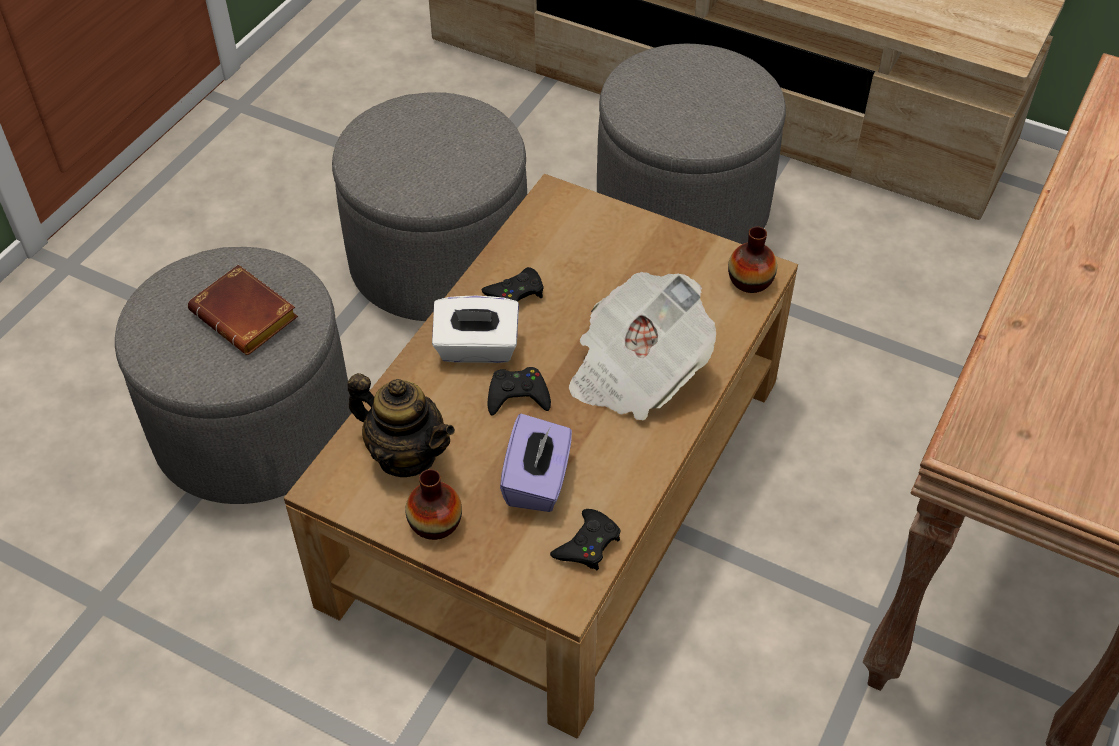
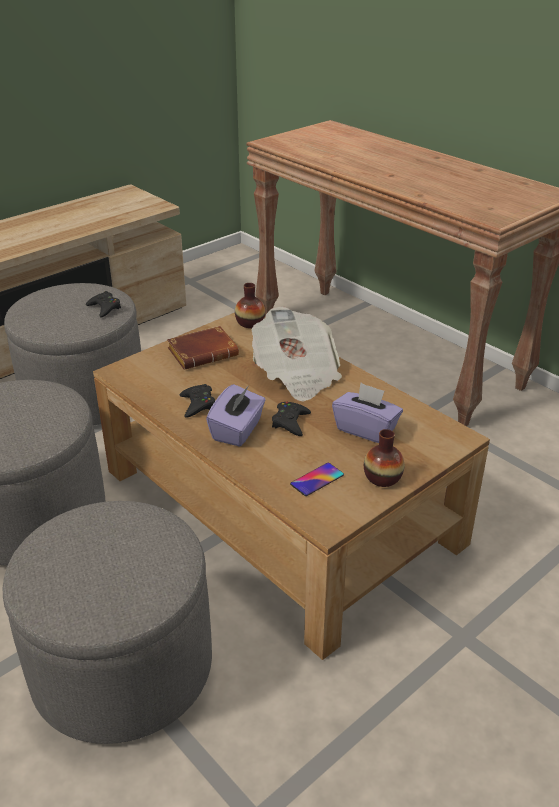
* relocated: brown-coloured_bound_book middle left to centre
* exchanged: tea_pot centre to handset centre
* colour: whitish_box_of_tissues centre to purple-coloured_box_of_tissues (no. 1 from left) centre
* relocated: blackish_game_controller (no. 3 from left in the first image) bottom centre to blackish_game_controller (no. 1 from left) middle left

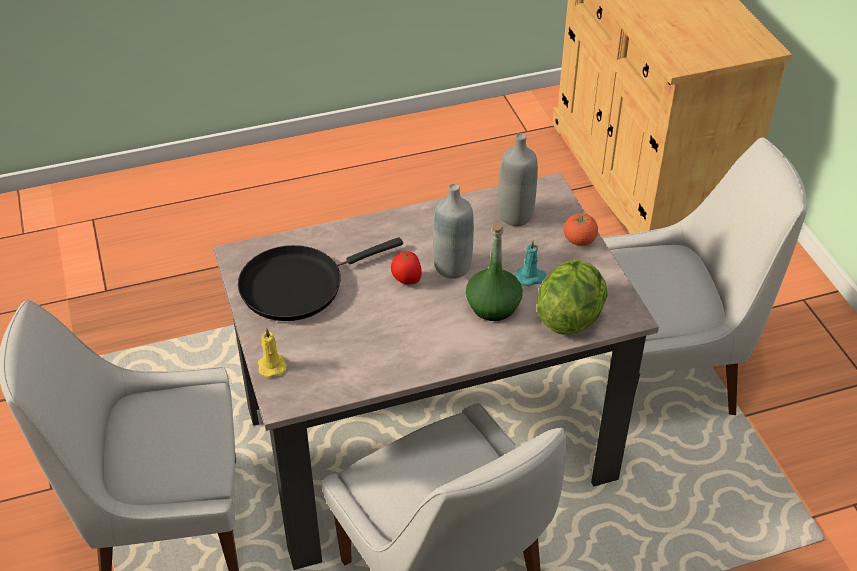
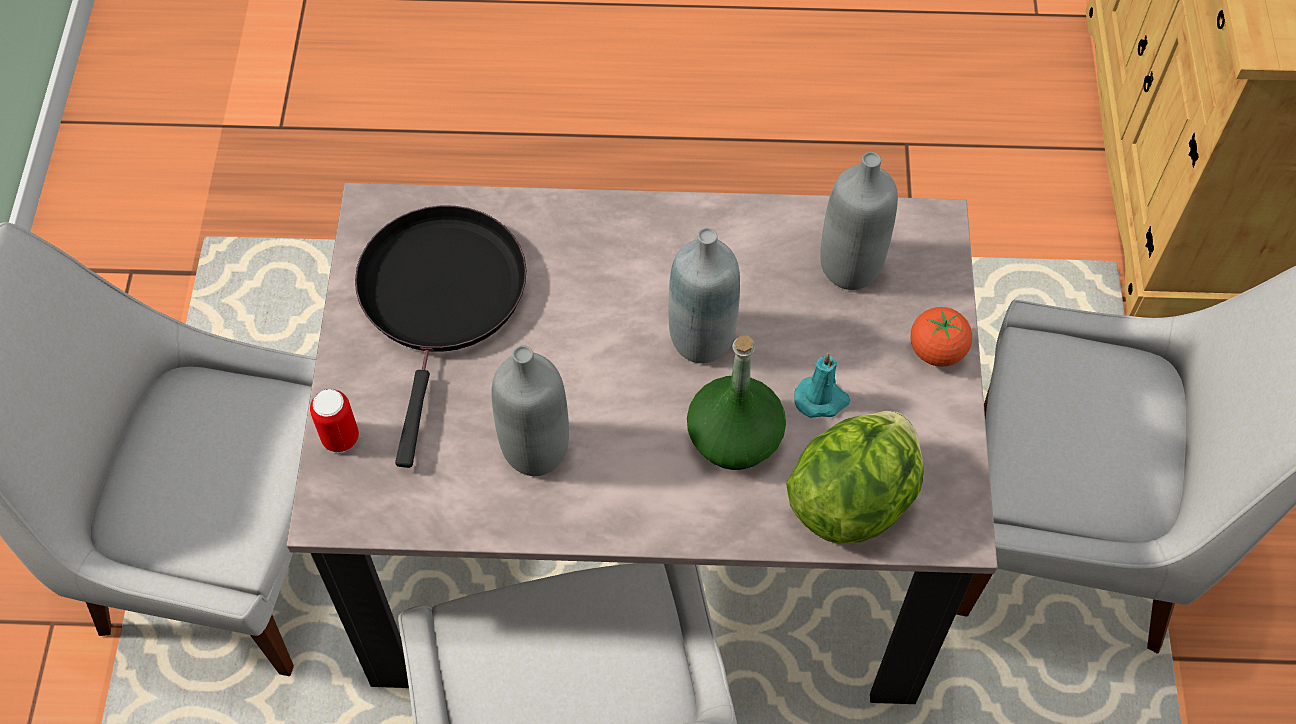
* spun: blackish_frying_pan centre = centre 105 degrees clockwise
* exchanged: yellow-coloured_wax_candle middle left to sealed_can middle left
* missing: tomato (no. 1 from left) centre
* appeared: grey_drink_bottle (no. 1 from left) centre

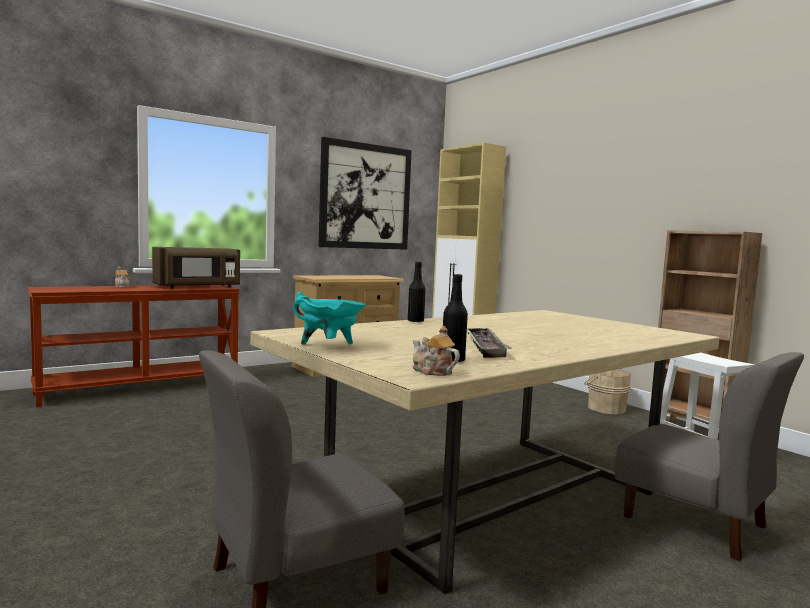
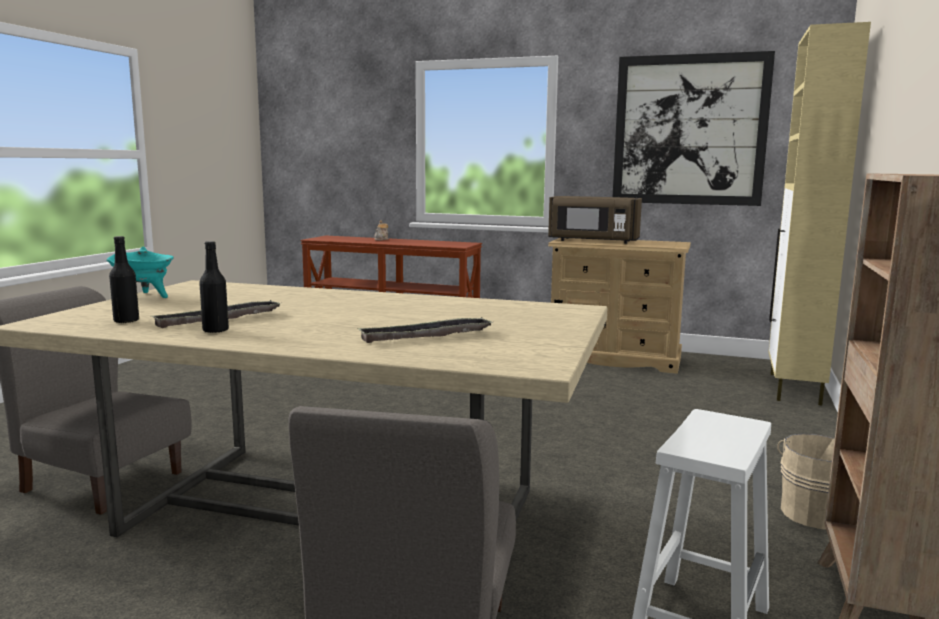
* relocated: brown-coloured_microwave_oven middle left to centre
* relocated: blackish_drink_bottle (no. 1 from left in the first image) centre to blackish_drink_bottle (no. 2 from left) middle left
* missing: tea_pot (no. 2 from left) centre
* appeared: carrying_tray (no. 2 from left) centre

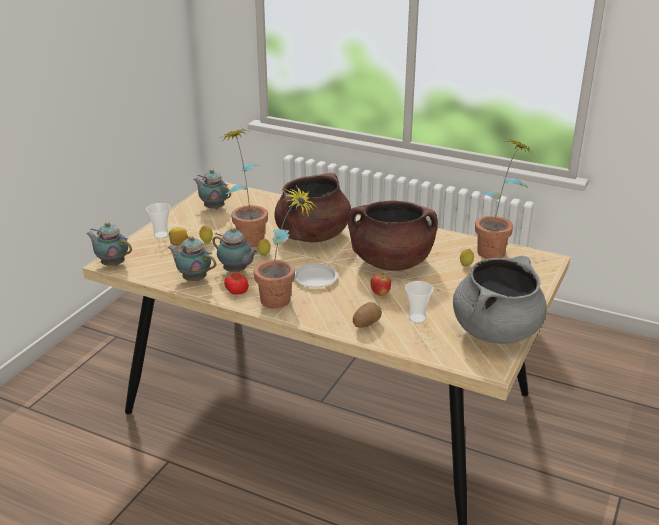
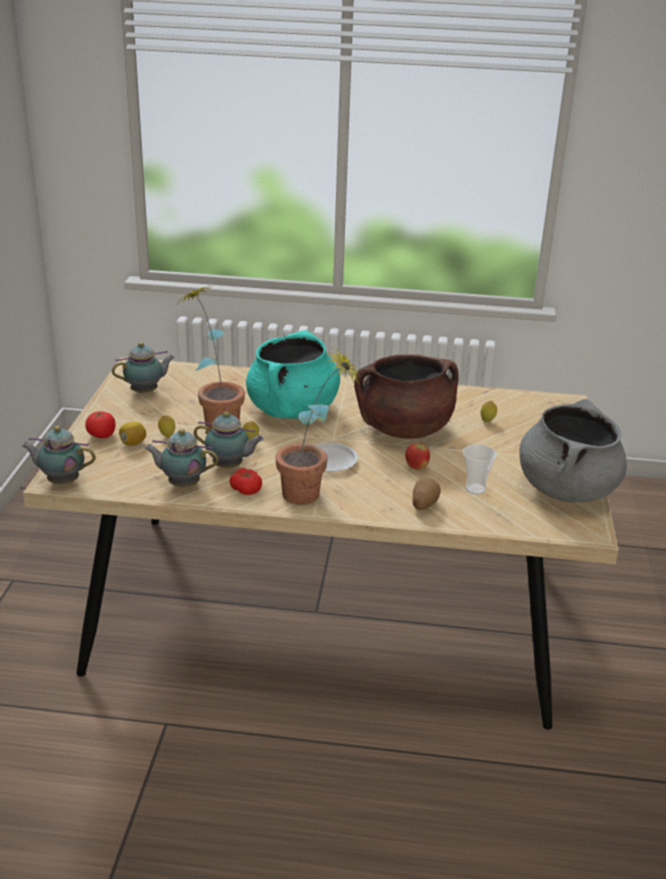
* exchanged: small_cup (no. 1 from left) middle left to tomato (no. 1 from left) middle left
* spun: tea_pot (no. 3 from left in the first image) middle left = middle left 135 degrees clockwise
* colour: brown-coloured_saucepot (no. 1 from left) centre to turquoise-coloured_saucepot centre
* missing: potted_plant (no. 3 from left) middle right

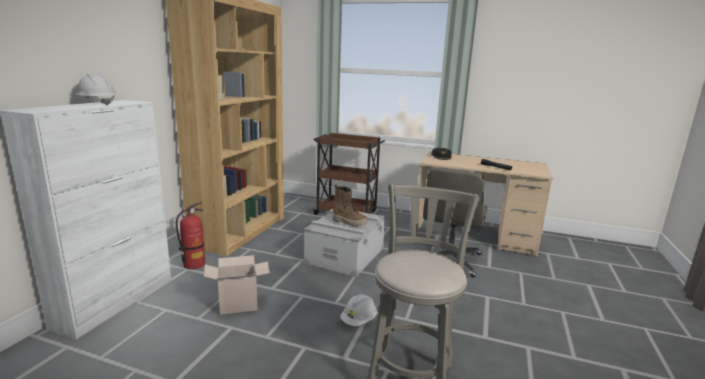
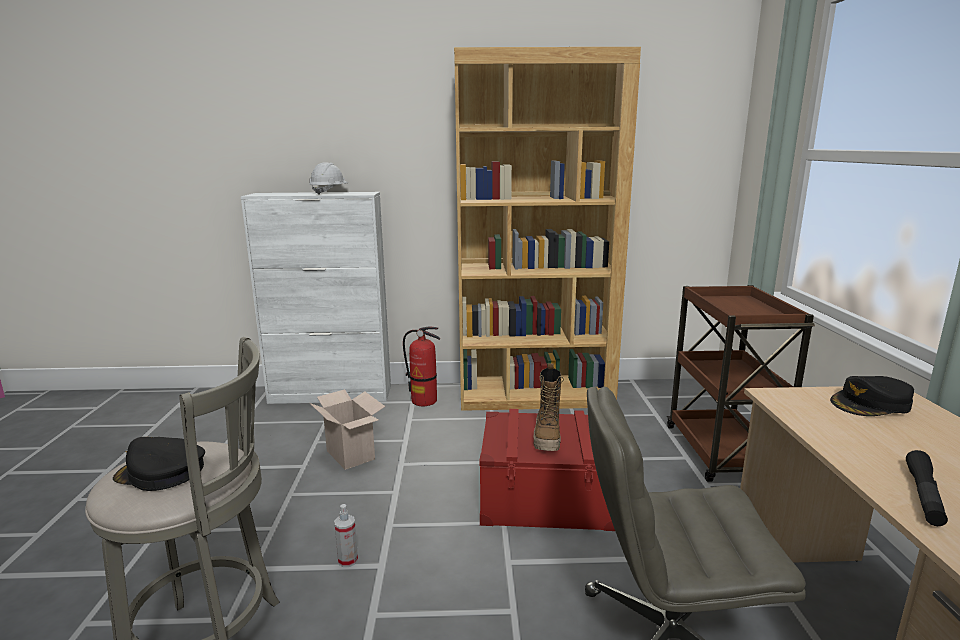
* colour: grey_storage_container centre to reddish_storage_container bottom centre
* exchanged: whitish_safety_helmet (no. 2 from left) bottom centre to hand_sprayer bottom centre
* appeared: blackish_peaked_cap (no. 1 from left) bottom left

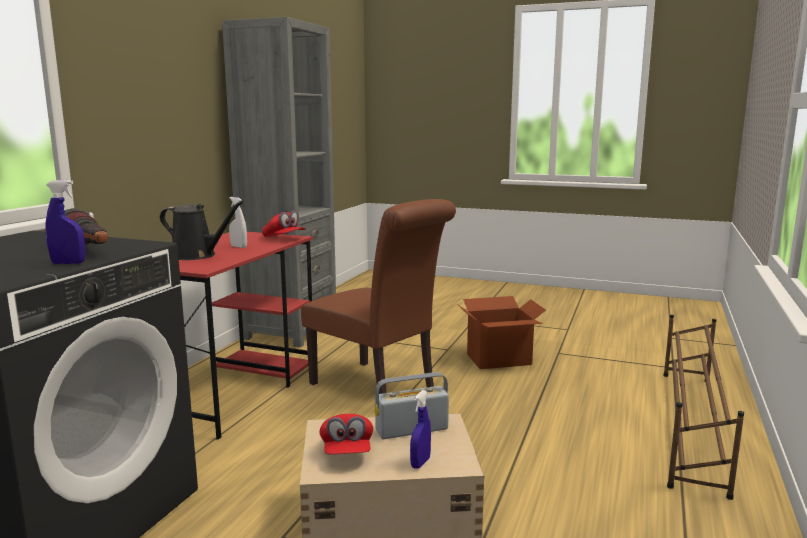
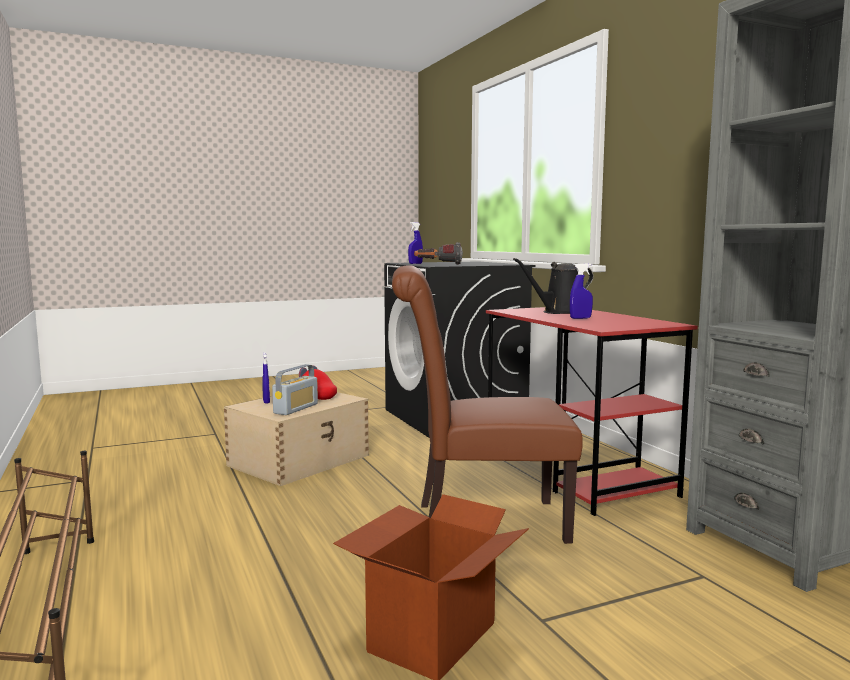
* colour: whitish_hand_sprayer middle left to blue_hand_sprayer (no. 3 from left) middle right
* missing: reddish_peaked_cap (no. 1 from left) centre

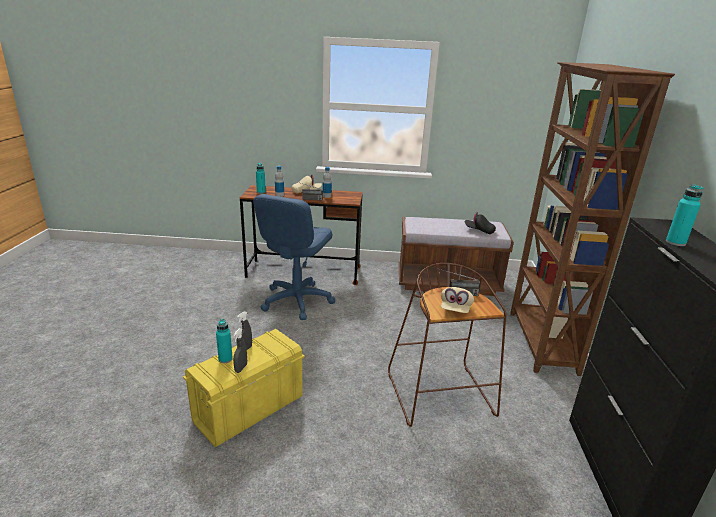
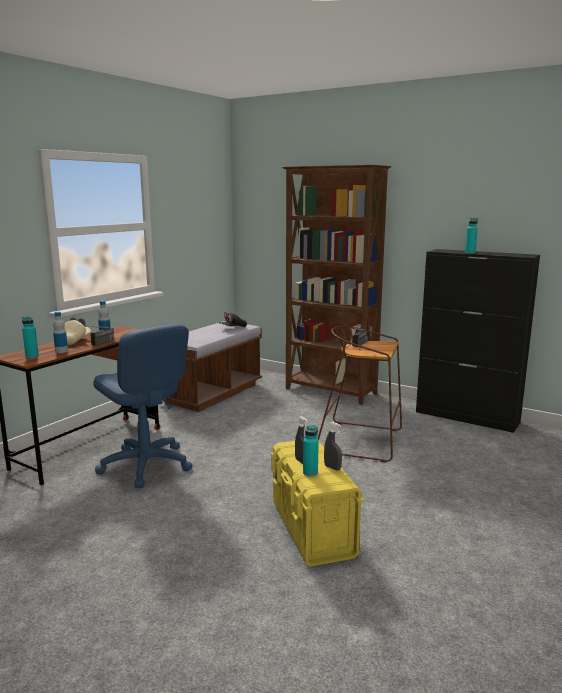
* missing: beige-coloured_peaked_cap (no. 2 from left) centre

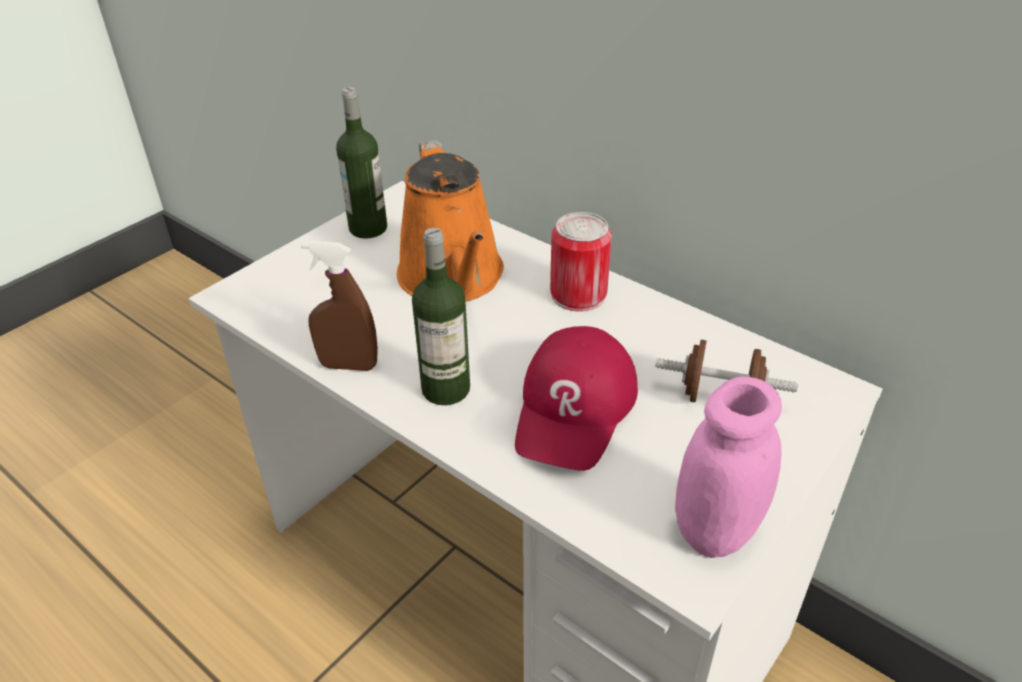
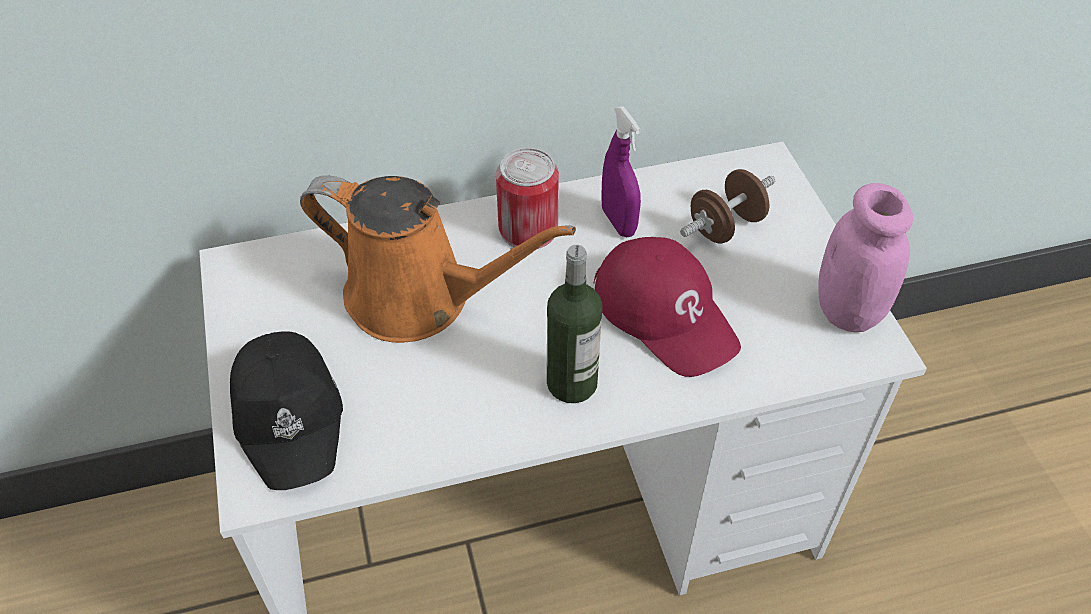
* missing: brown-coloured_hand_sprayer middle left
* missing: drink_bottle (no. 1 from left) top centre
* appeared: blackish_peaked_cap bottom left
* appeared: purple-coloured_hand_sprayer top centre

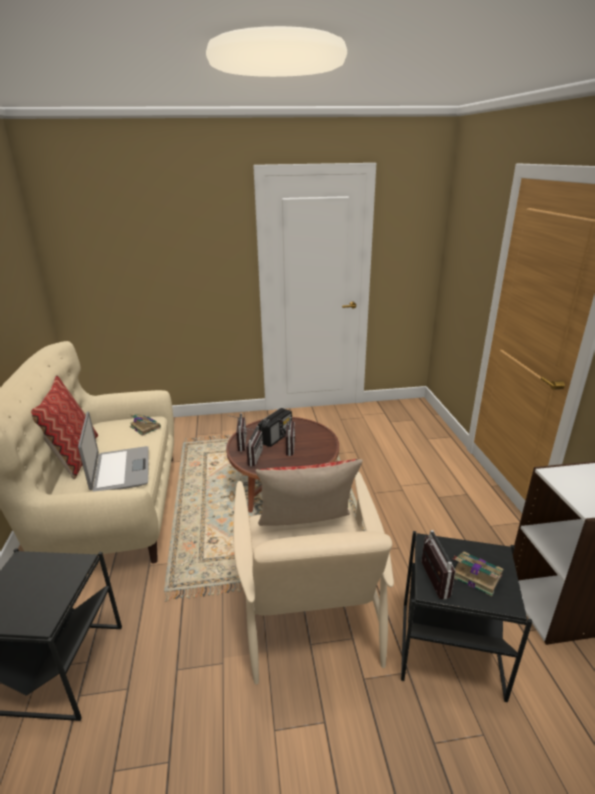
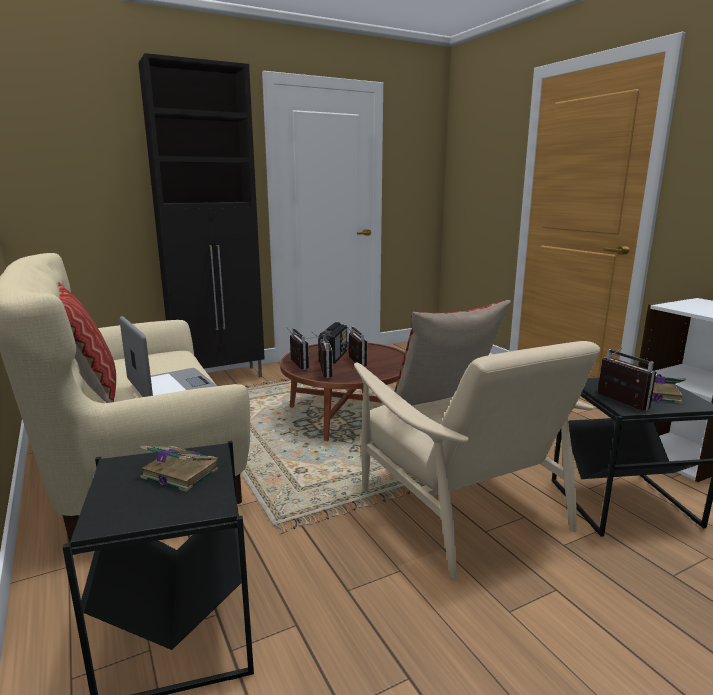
* relocated: bound_book (no. 1 from left) middle left to bottom left
* appeared: blackish_storage_cabinet top left

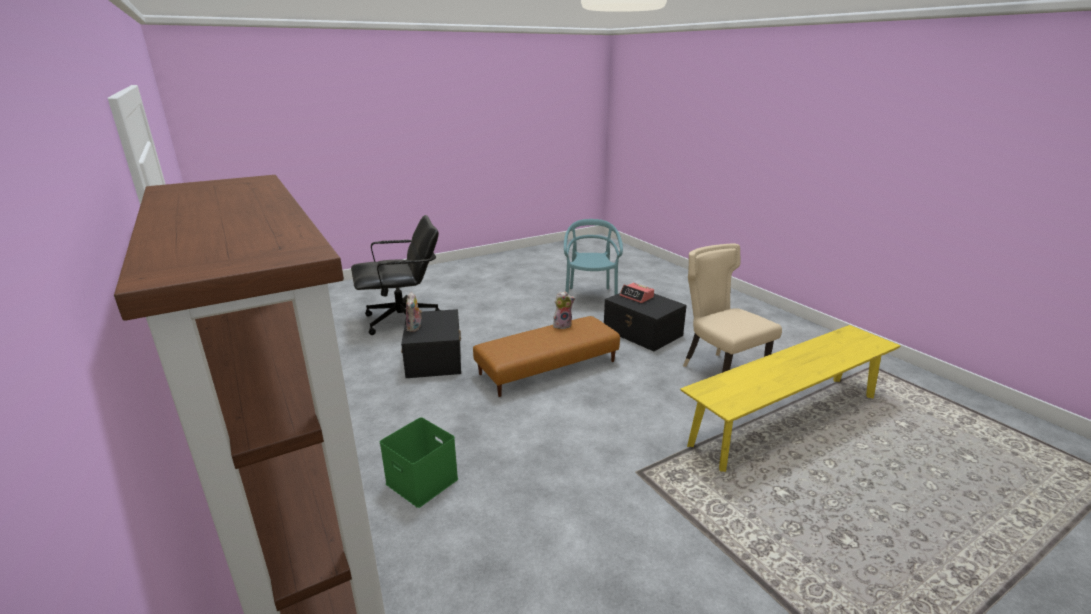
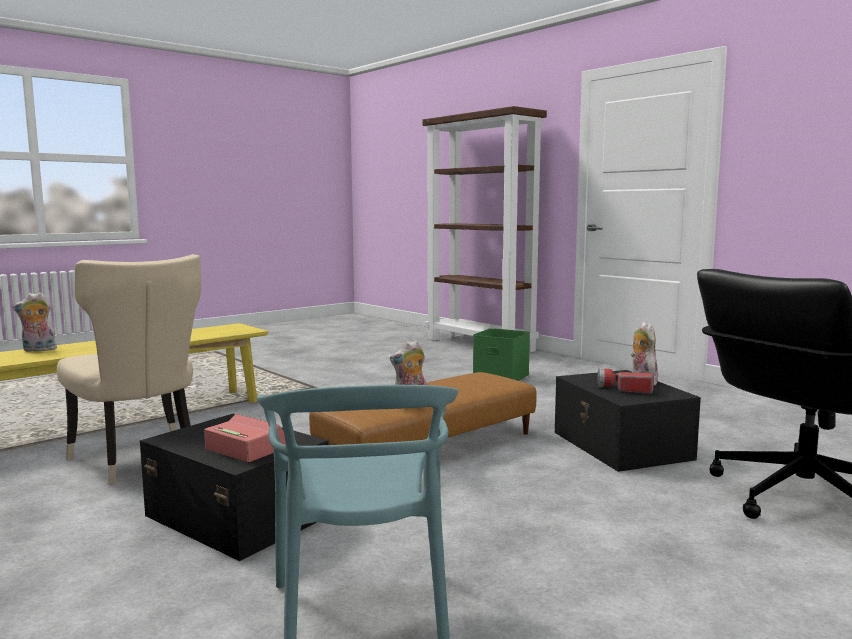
* appeared: soft_toy (no. 1 from left) middle left
* appeared: flashlight middle right

